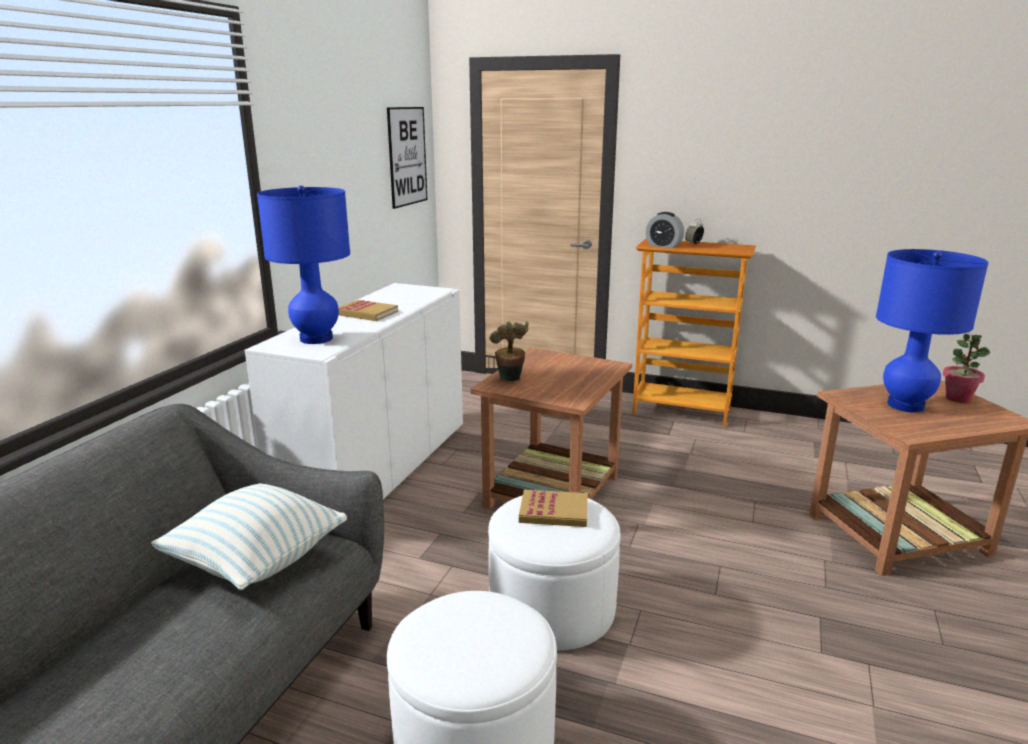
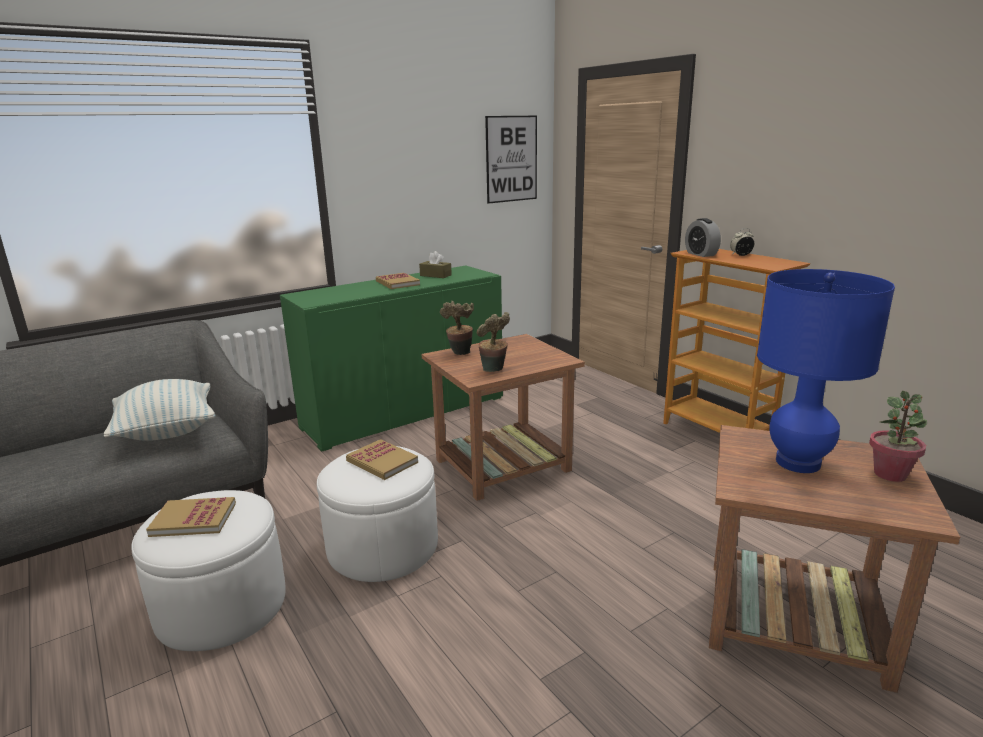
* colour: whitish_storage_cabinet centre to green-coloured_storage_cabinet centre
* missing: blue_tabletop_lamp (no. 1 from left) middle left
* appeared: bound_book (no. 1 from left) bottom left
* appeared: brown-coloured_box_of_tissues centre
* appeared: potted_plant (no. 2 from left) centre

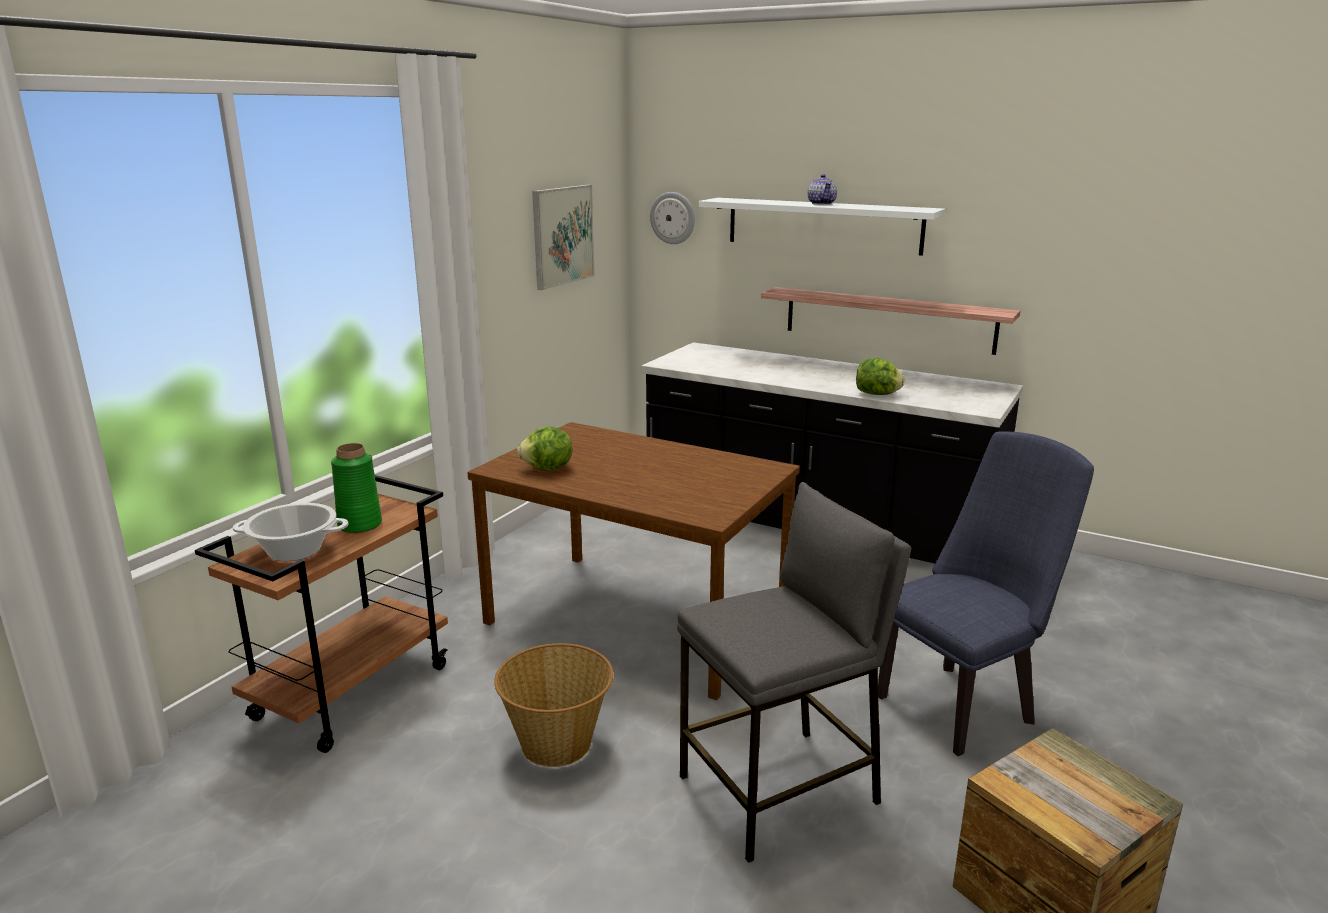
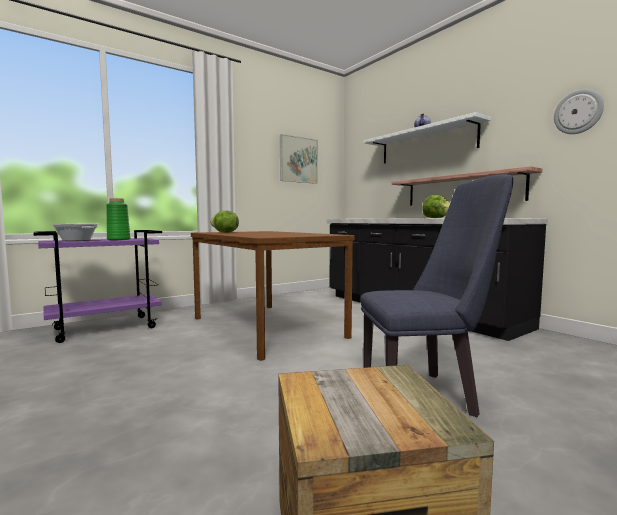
* colour: brown-coloured_cart bottom left to purple-coloured_cart middle left
* missing: storage_basket bottom centre
* relocated: hanging_clock top centre to top right
* missing: grey_stool_seat bottom centre

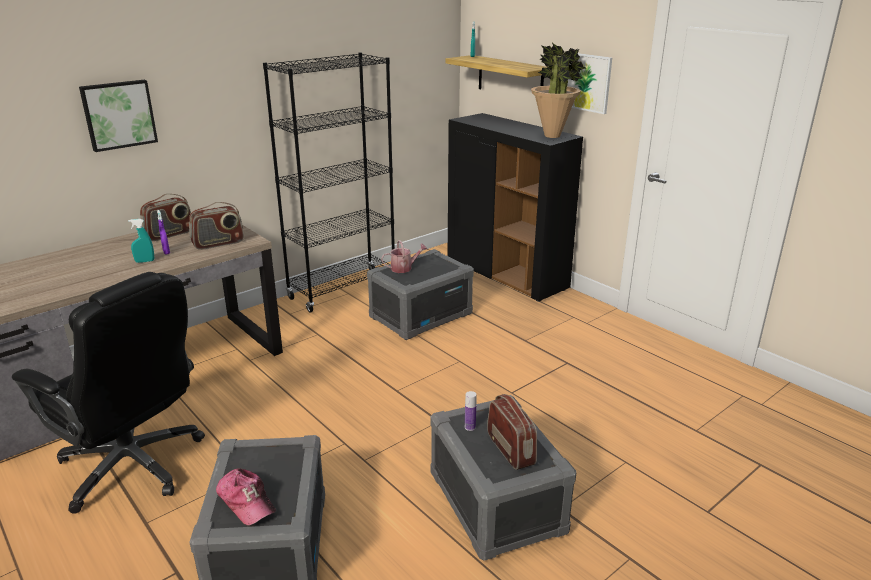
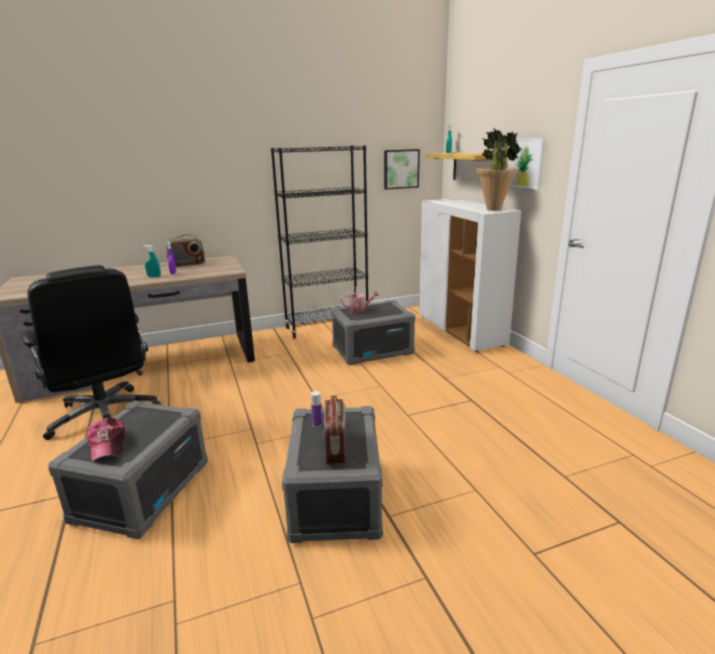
* relocated: wall_picture (no. 1 from left) top left to top centre
* missing: radio_receiver (no. 2 from left) middle left
* colour: blackish_storage_cabinet centre to whitish_storage_cabinet centre

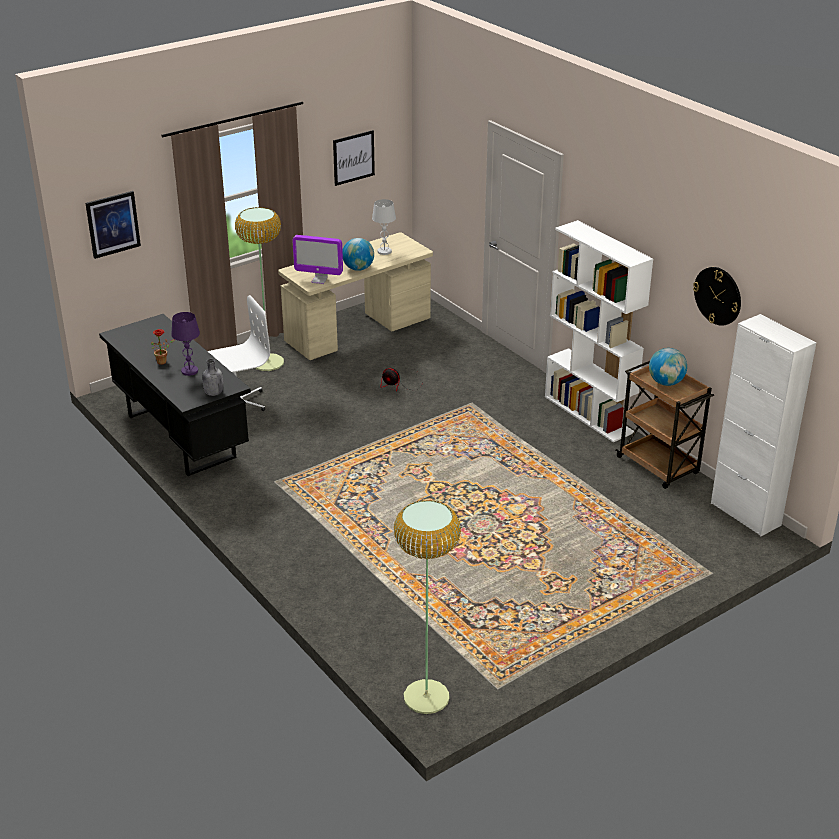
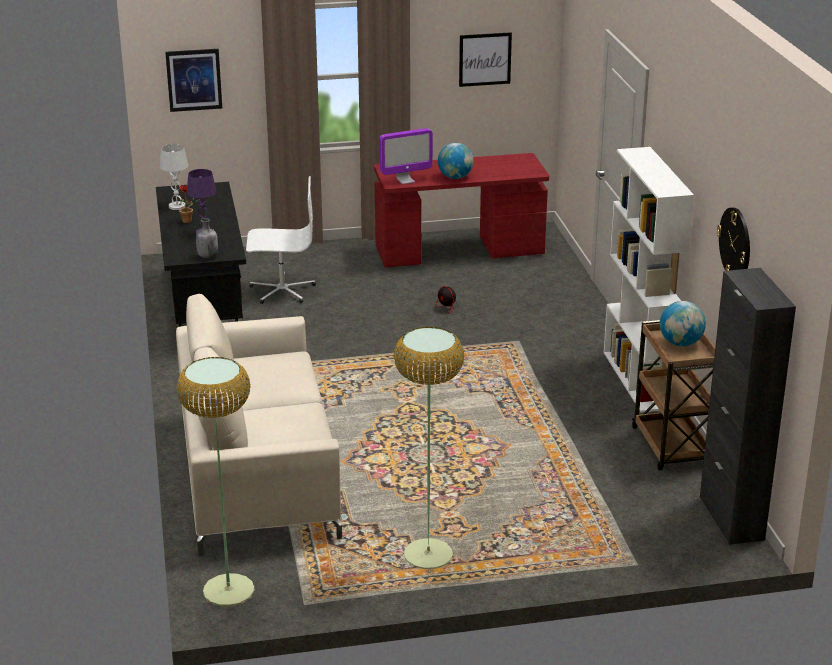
* relocated: floor_lamp (no. 1 from left in the first image) middle left to floor_lamp (no. 2 from left) bottom centre
* colour: beige-coloured_desk centre to reddish_desk top centre
* spun: computer_display top centre = top centre 60 degrees counterclockwise
* relocated: whitish_tabletop_lamp top centre to top left
* colour: whitish_storage_cabinet middle right to blackish_storage_cabinet middle right
* appeared: beige-coloured_couch middle left

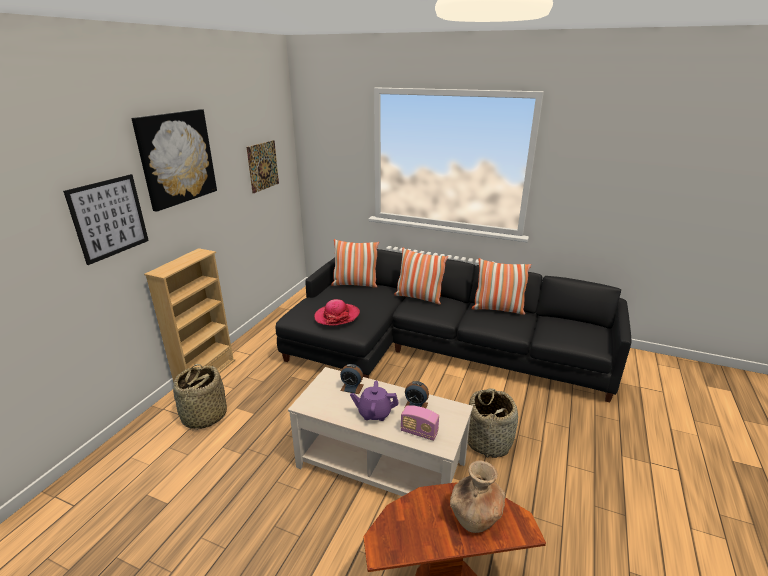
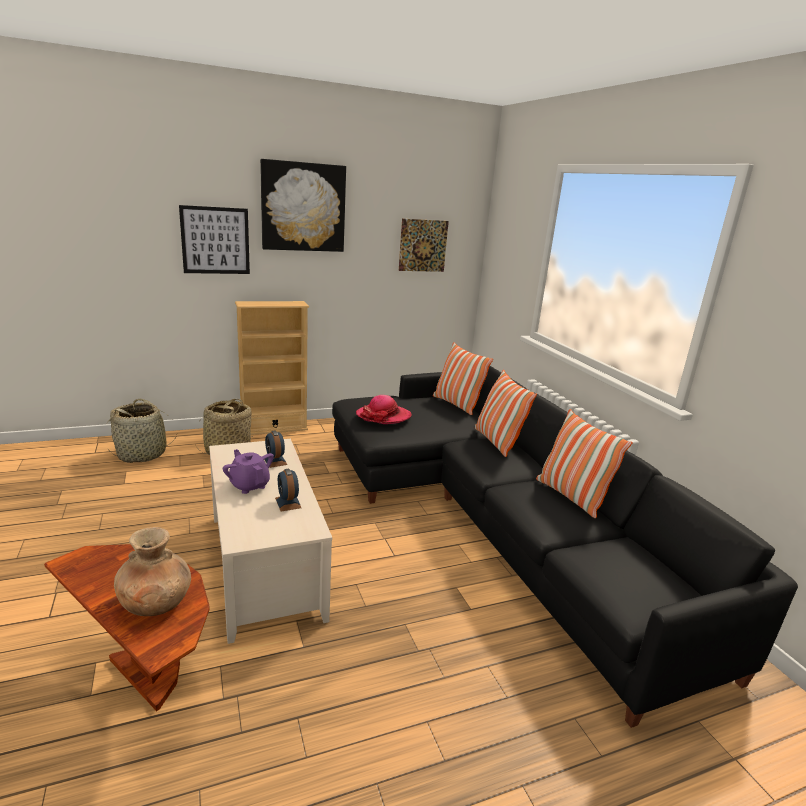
* missing: radio_receiver bottom centre
* relocated: storage_basket (no. 2 from left in the first image) bottom centre to storage_basket (no. 1 from left) middle left

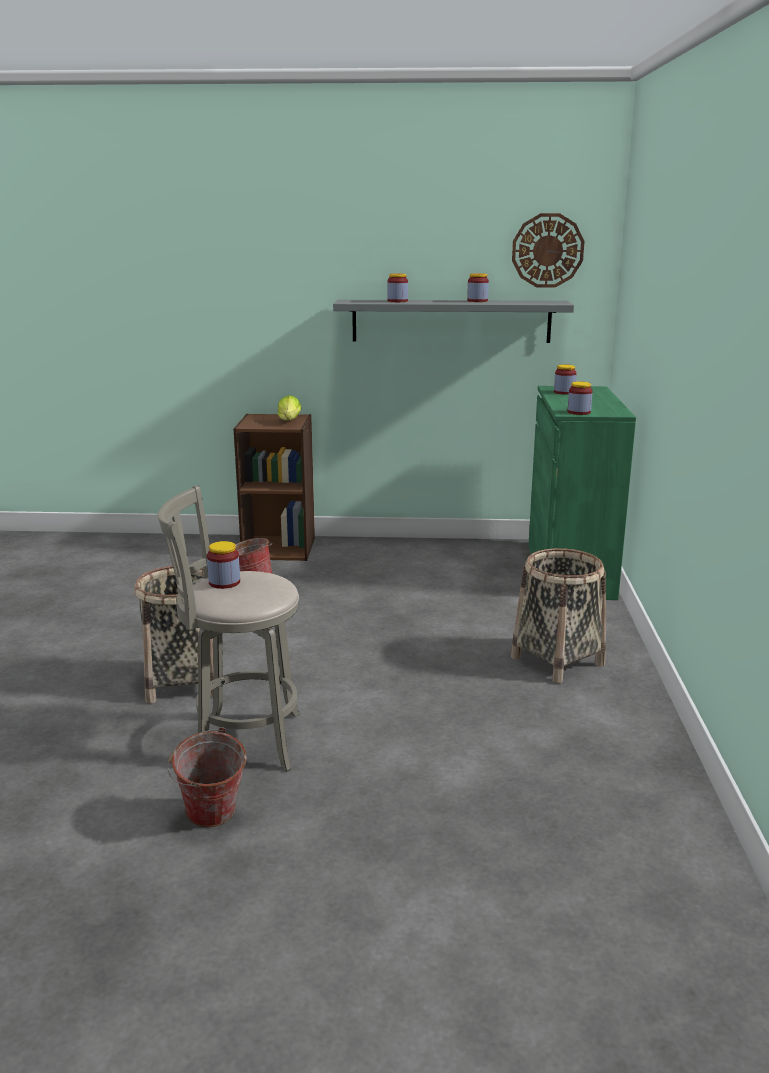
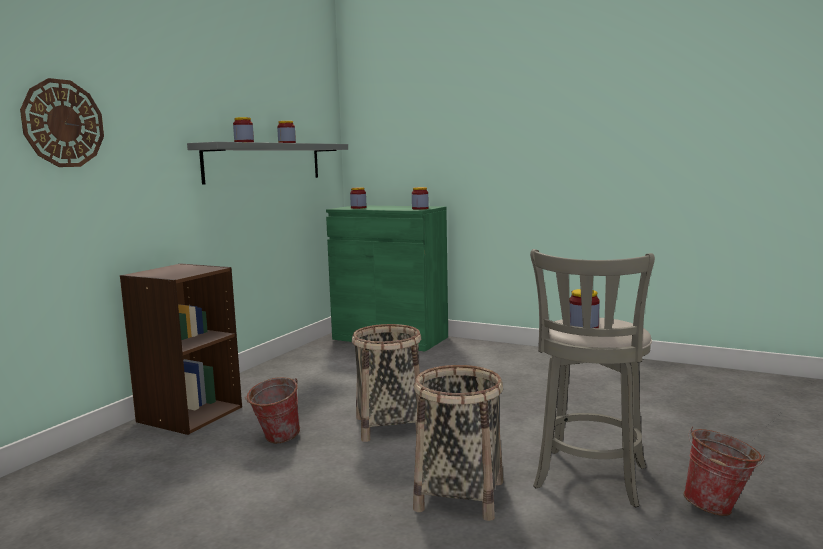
* missing: head_of_lettuce centre
* relocated: storage_basket (no. 2 from left in the first image) middle right to storage_basket (no. 1 from left) bottom centre
* relocated: hanging_clock top right to top left

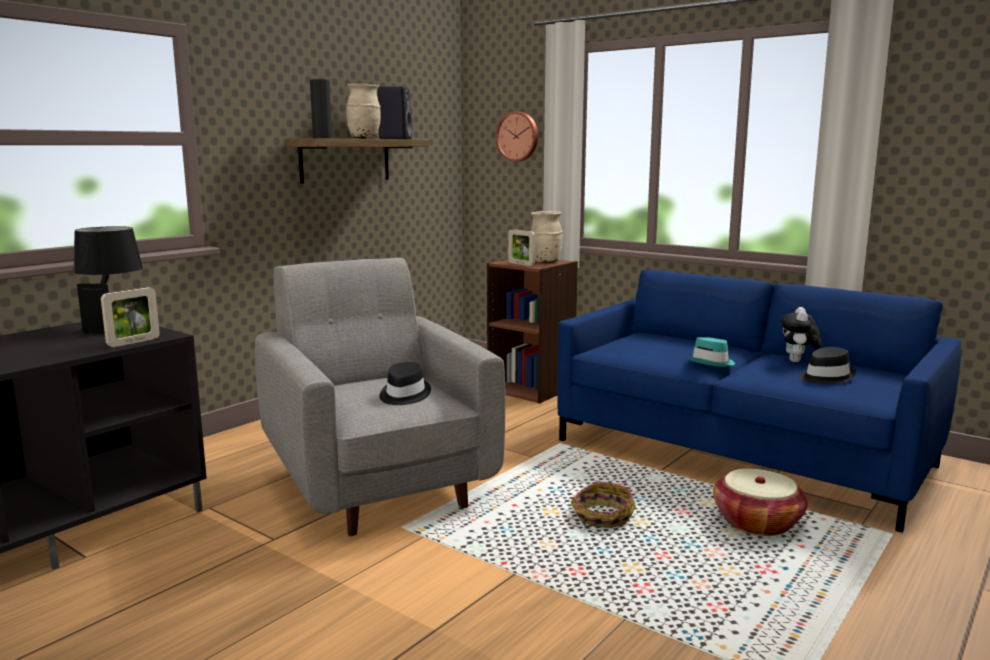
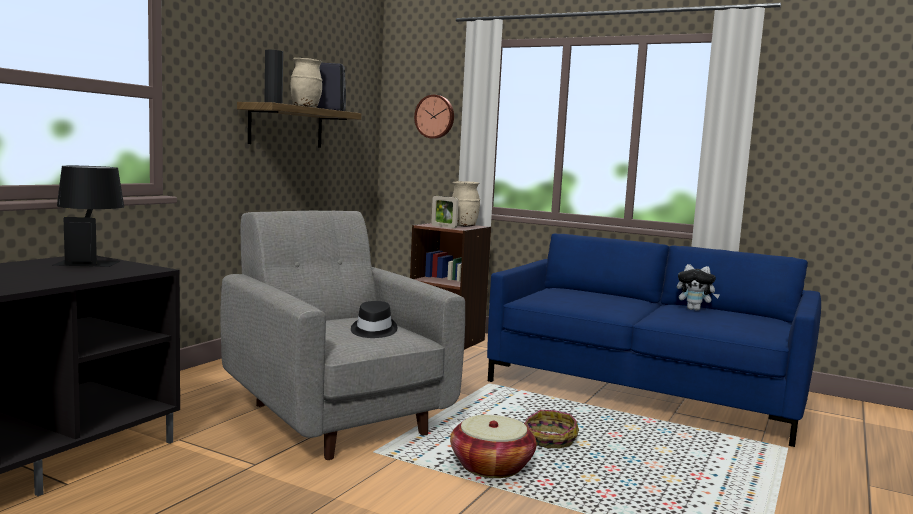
* missing: picture_frame (no. 1 from left) middle left
* missing: turquoise-coloured_wearable_hat middle right
* relocated: storage_basket (no. 2 from left in the first image) bottom right to storage_basket (no. 1 from left) bottom centre
* spun: soft_toy middle right = middle right 75 degrees counterclockwise
* missing: blackish_wearable_hat (no. 2 from left) middle right

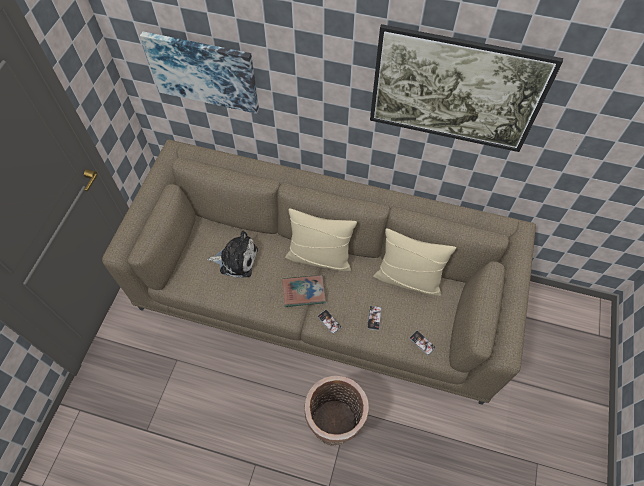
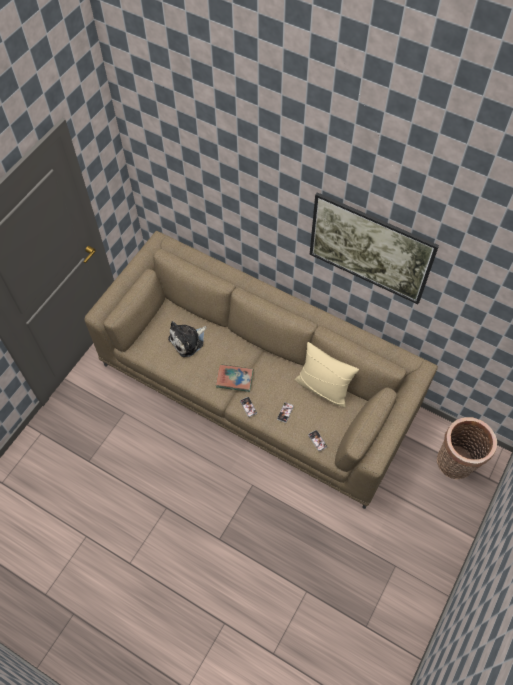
* missing: wall_picture (no. 1 from left) top left
* spun: soft_toy centre = centre 120 degrees clockwise
* missing: beige-coloured_pillow (no. 1 from left) centre
* relocated: storage_basket bottom centre to middle right

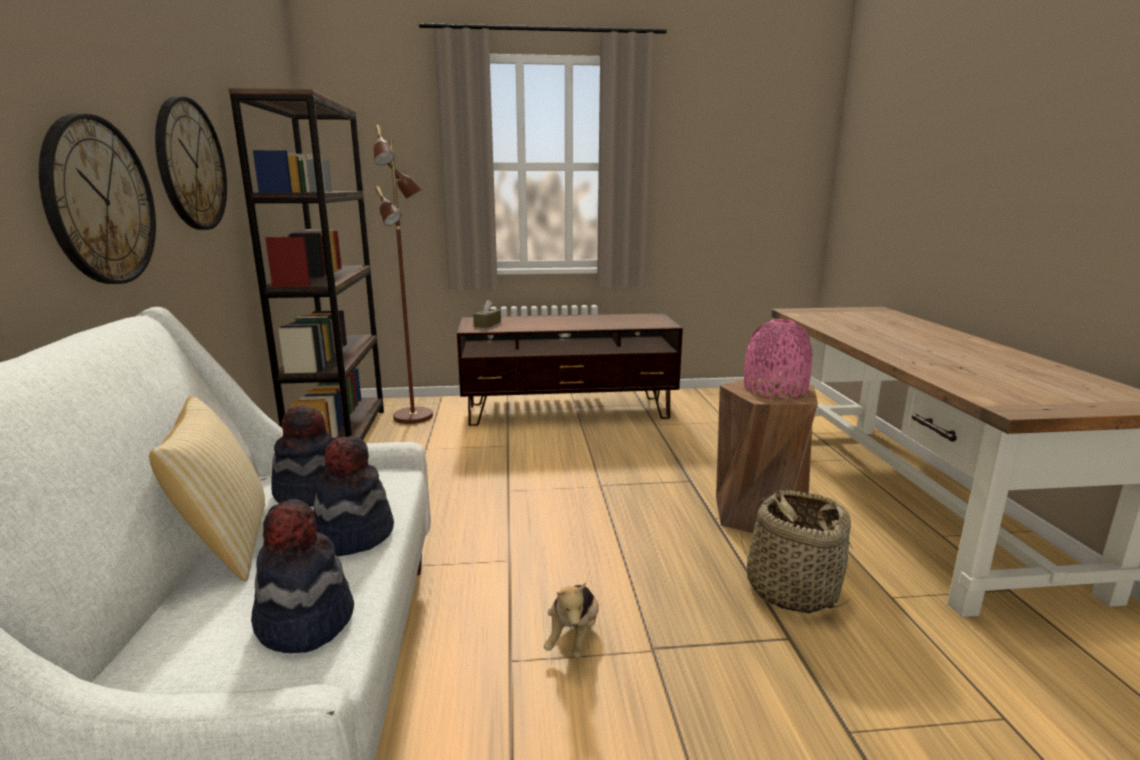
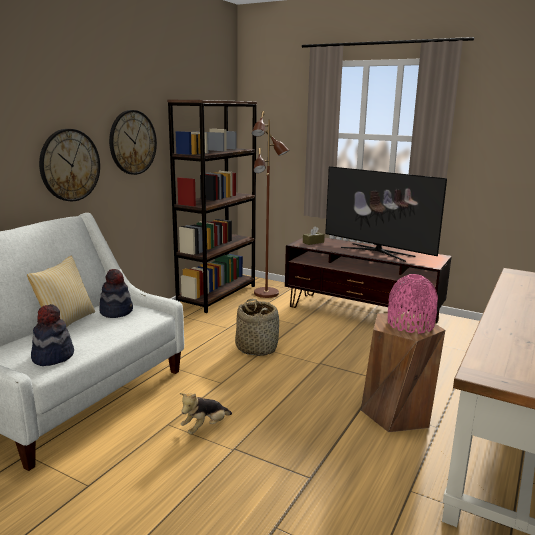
* missing: wearable_hat (no. 3 from left) middle left
* relocated: storage_basket bottom right to centre
* appeared: TV_set middle right

